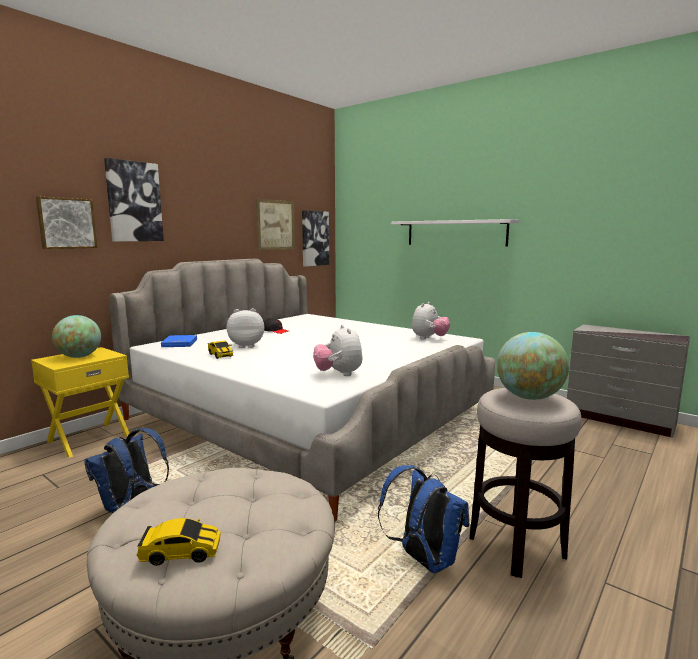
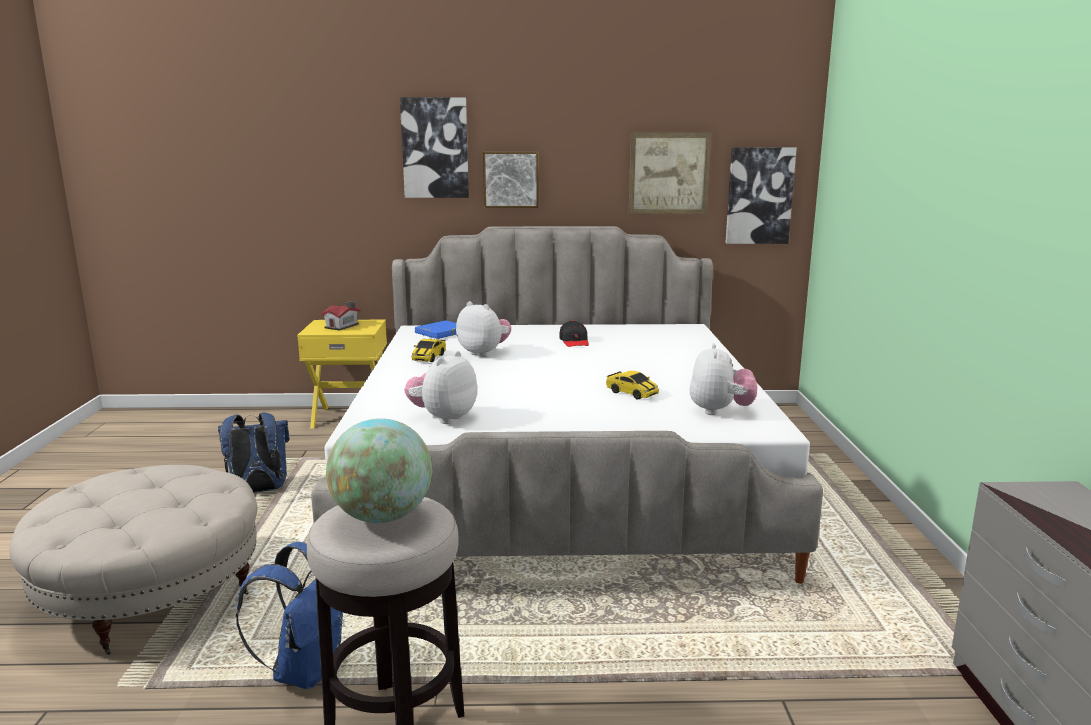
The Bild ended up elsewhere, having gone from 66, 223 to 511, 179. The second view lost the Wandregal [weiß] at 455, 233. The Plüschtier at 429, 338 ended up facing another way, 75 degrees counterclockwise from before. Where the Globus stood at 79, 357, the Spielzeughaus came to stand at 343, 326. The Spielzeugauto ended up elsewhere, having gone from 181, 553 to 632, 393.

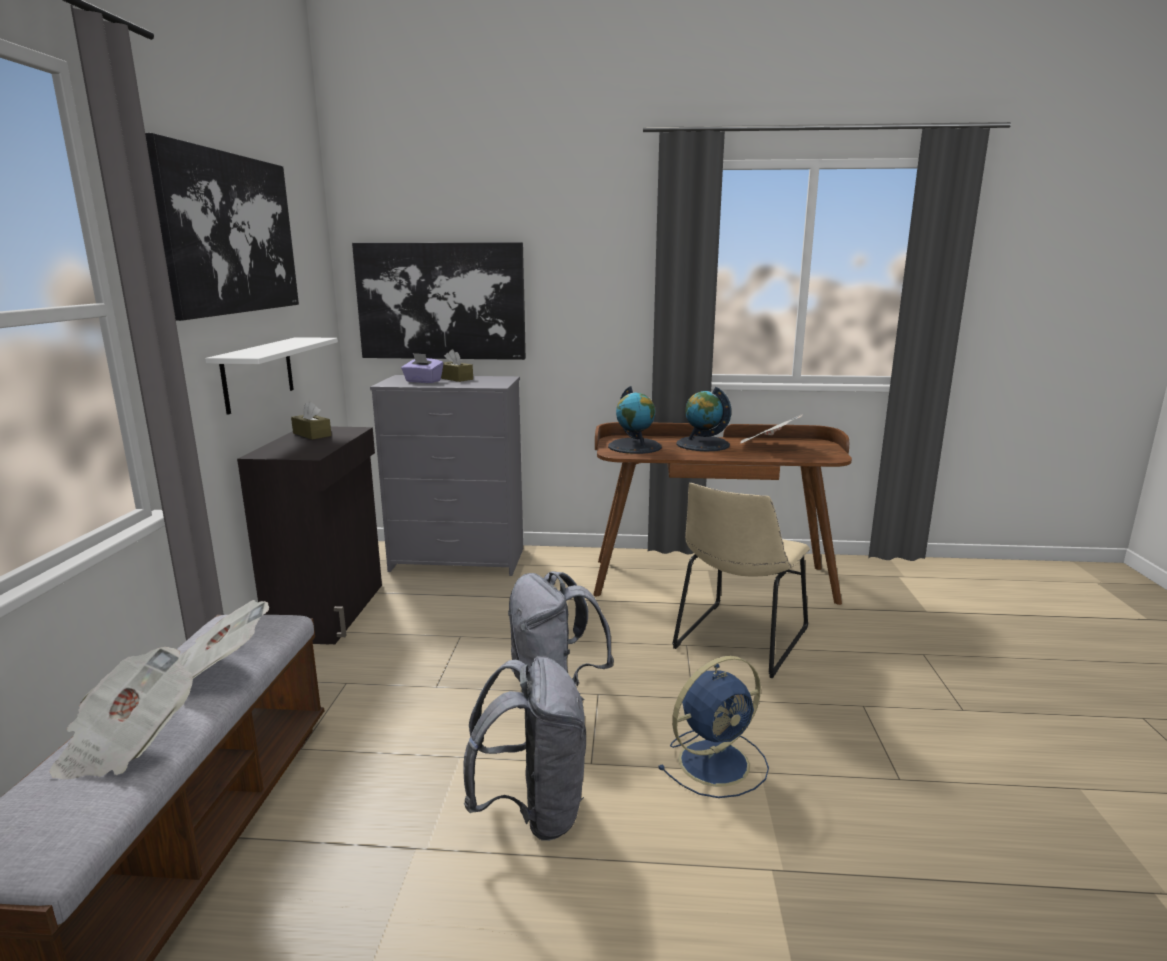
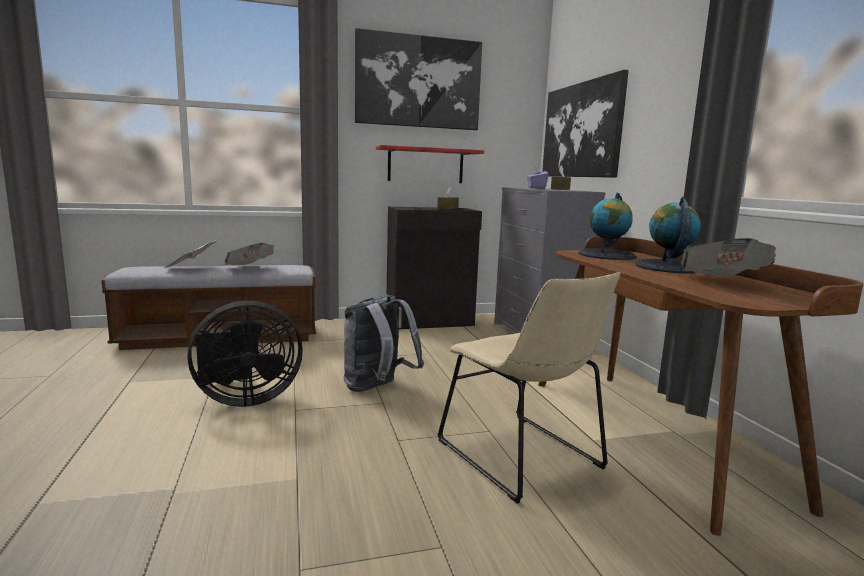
What was the Wandregal [weiß] at 258, 374 turned into the Wandregal [rot] at 425, 165. The Stuhl [beige] at 738, 641 ended up facing another way, 135 degrees counterclockwise from before. Where the Rucksack [grau] stood at 533, 810, the Ventilator [schwarz] came to stand at 244, 399. The second view lost the Ventilator [blau] at 716, 761.

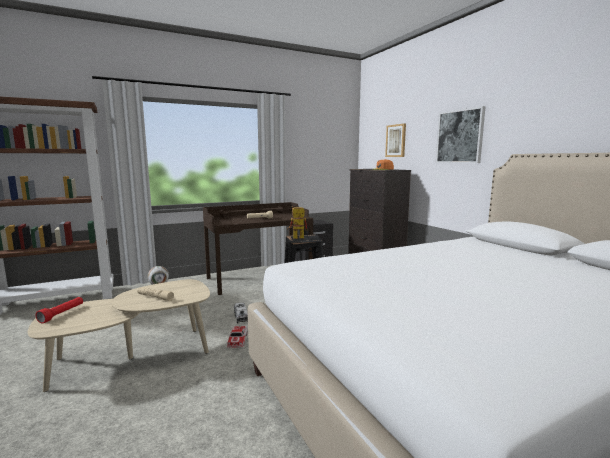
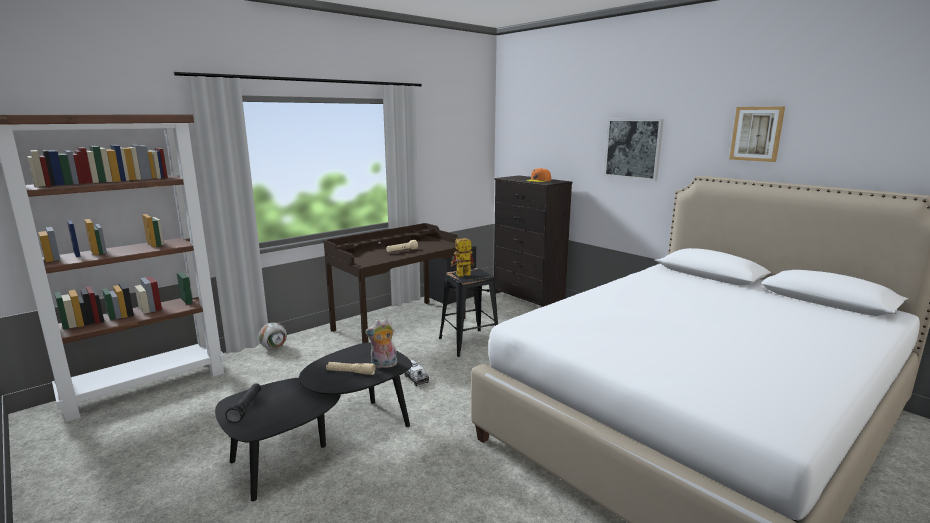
The Bild ended up elsewhere, having gone from 396, 140 to 756, 134. What was the Couchtisch [beige] at 133, 356 turned into the Couchtisch [schwarz] at 324, 444. What was the Taschenlampe [rot] at 62, 314 turned into the Taschenlampe [schwarz] at 246, 408. The second view lost the Spielzeugauto at 237, 340. The second view gained the Plüschtier at 383, 365.

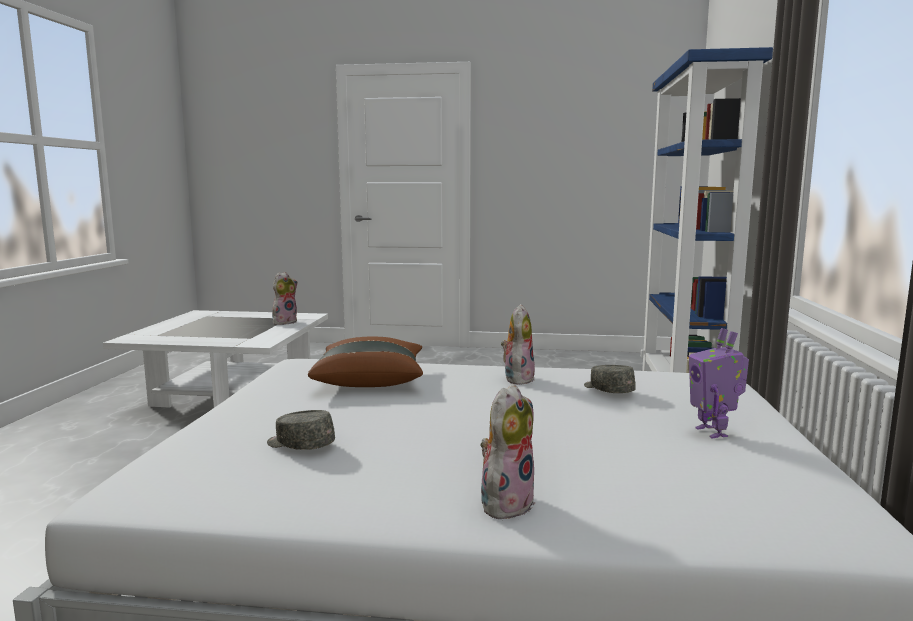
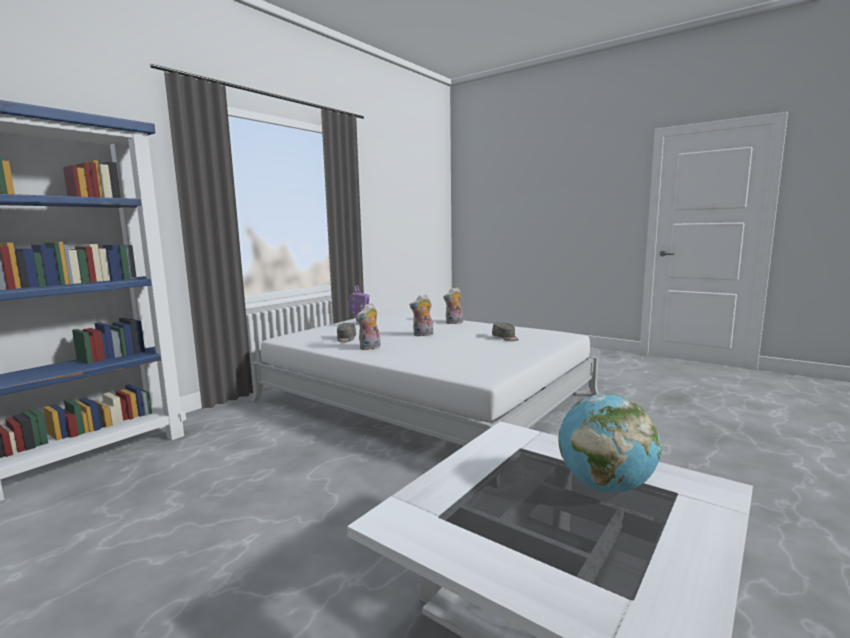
The Plüschtier ended up elsewhere, having gone from 284, 322 to 423, 335. The second view lost the Kissen [braun] at 370, 381. The second view gained the Globus at 605, 486.

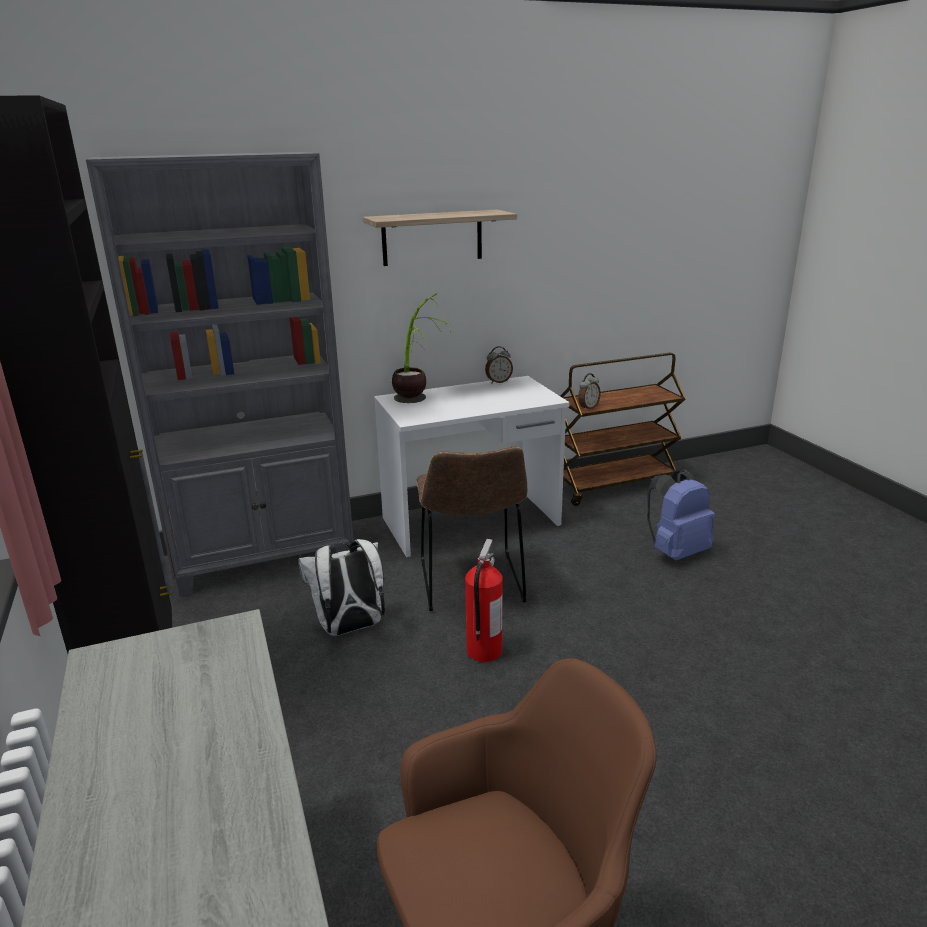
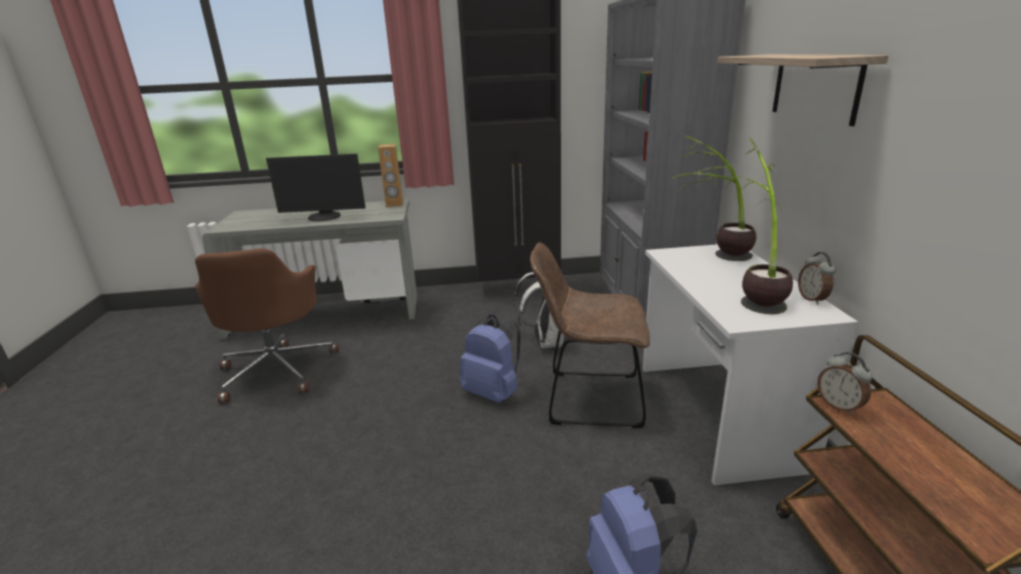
Where the Feuerlöscher stood at 483, 651, the Rucksack [blau] came to stand at 494, 392. The second view gained the Topfpflanze at 754, 293. The second view gained the Lautsprecher [braun] at 394, 204. The second view gained the Monitor at 324, 217.

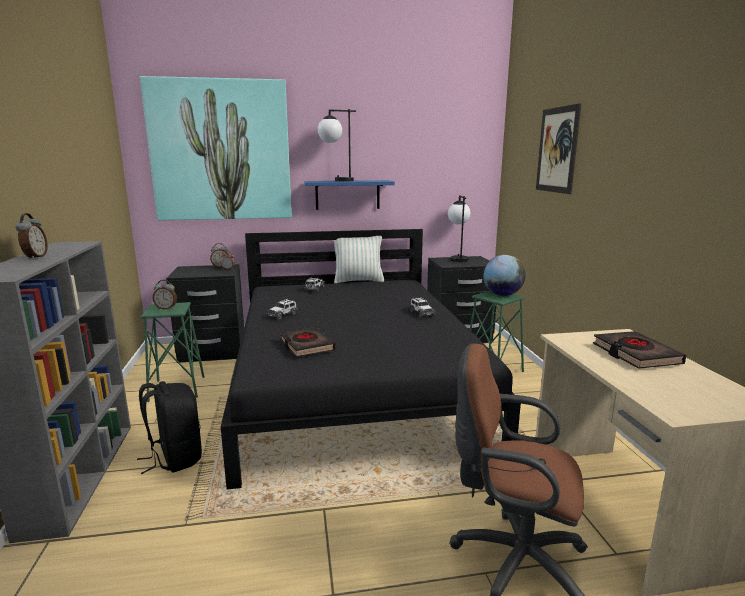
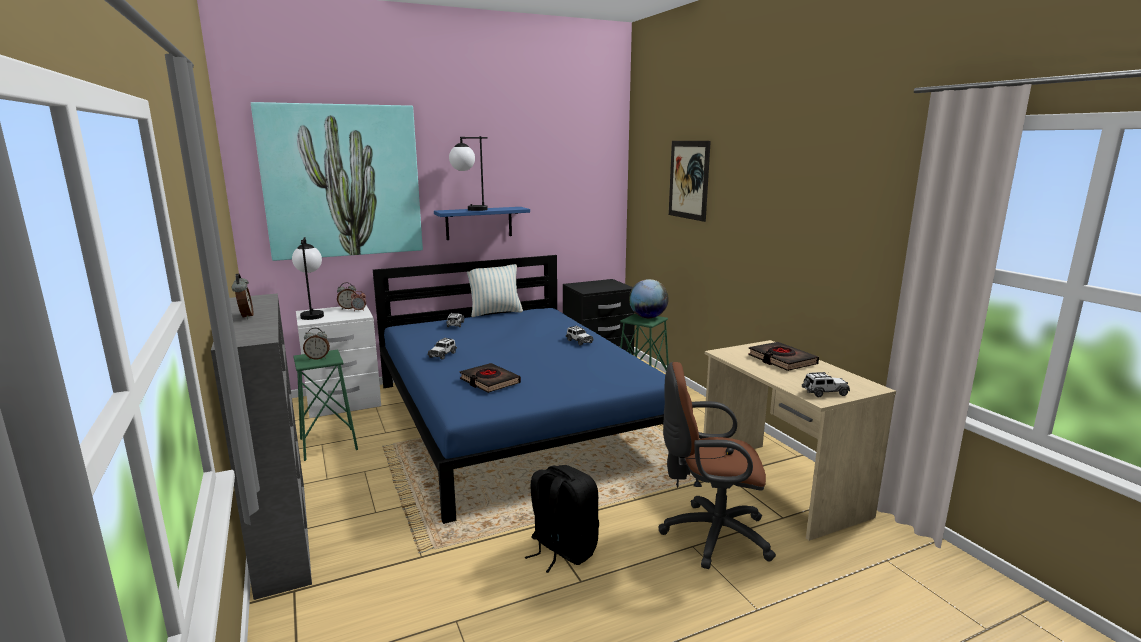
The Tischlampe ended up elsewhere, having gone from 457, 258 to 312, 314. What was the Bett [schwarz] at 353, 385 turned into the Bett [blau] at 515, 419. What was the Nachttisch [schwarz] at 212, 352 turned into the Nachttisch [weiß] at 343, 403. The Rucksack [schwarz] ended up elsewhere, having gone from 175, 458 to 562, 550. The second view gained the Spielzeugauto at 824, 392.

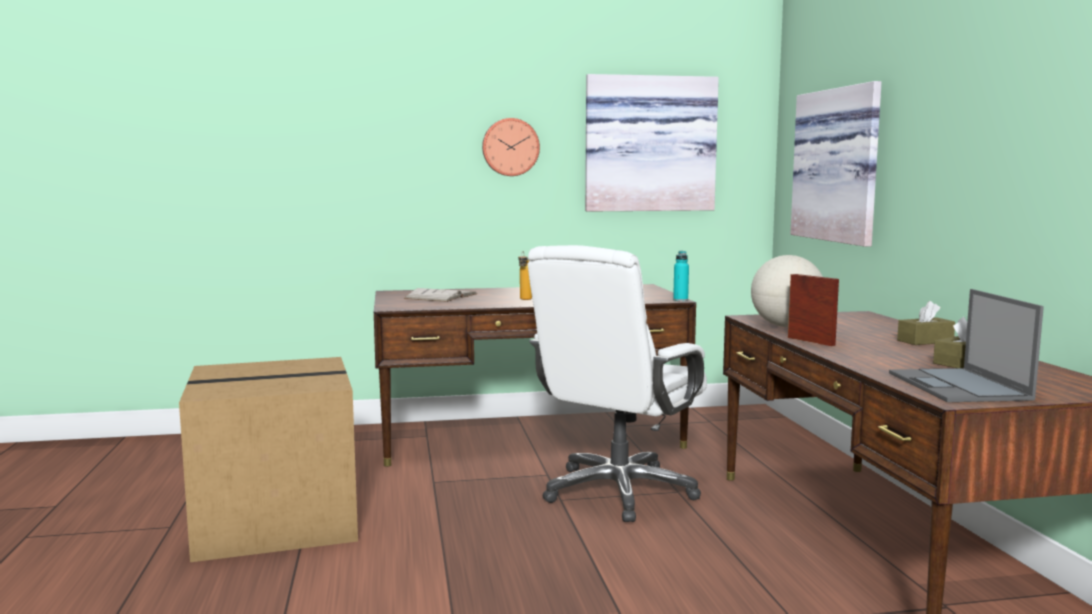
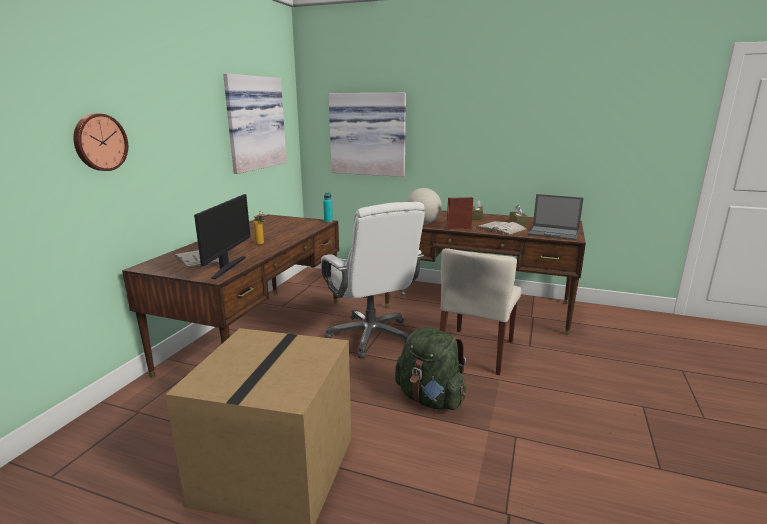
The Wanduhr ended up elsewhere, having gone from 510, 147 to 99, 142. The second view gained the Monitor at 227, 267. The second view gained the Buch [weiß] at 501, 228. The second view gained the Stuhl [beige] at 476, 351. The second view gained the Rucksack [grün] at 430, 399.

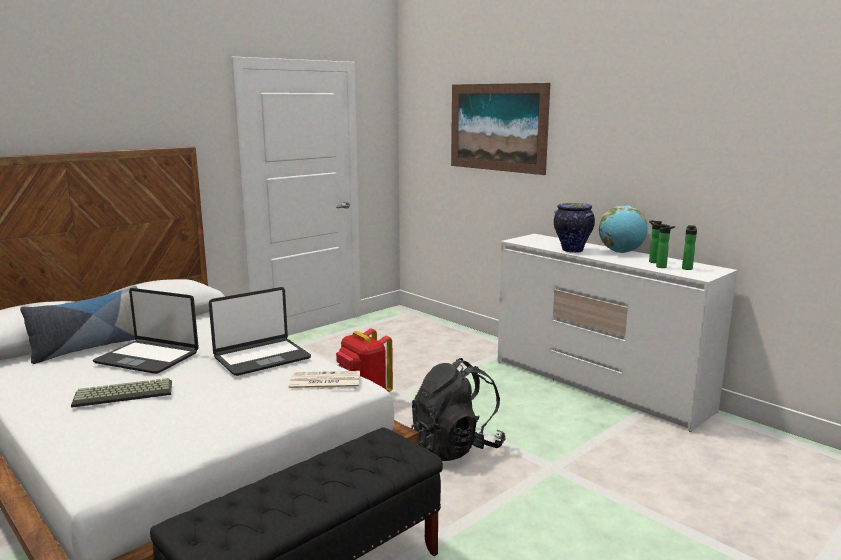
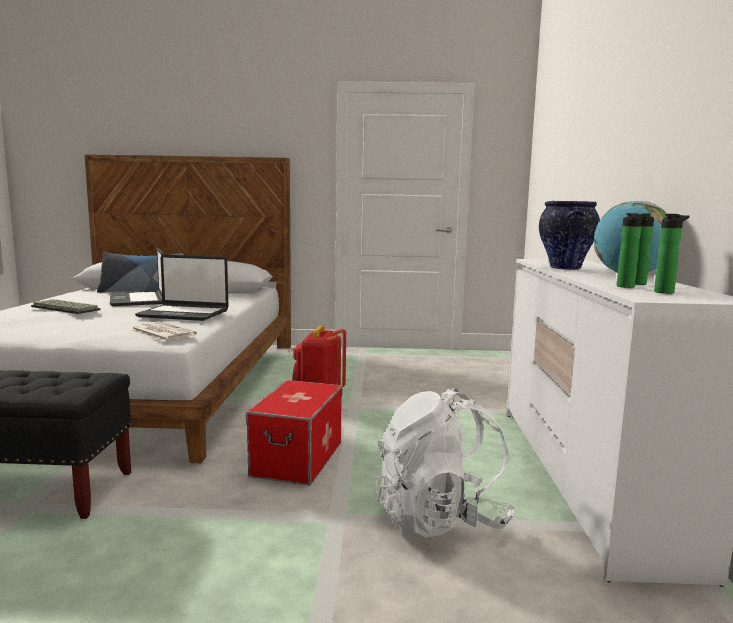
The second view lost the Bild at 497, 127. Where the Rucksack [schwarz] stood at 456, 447, the Aufbewahrungsbox came to stand at 298, 459. The second view gained the Rucksack [weiß] at 440, 519.

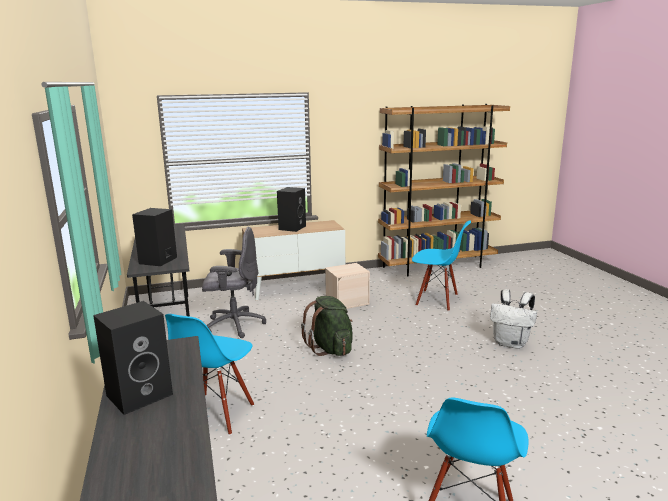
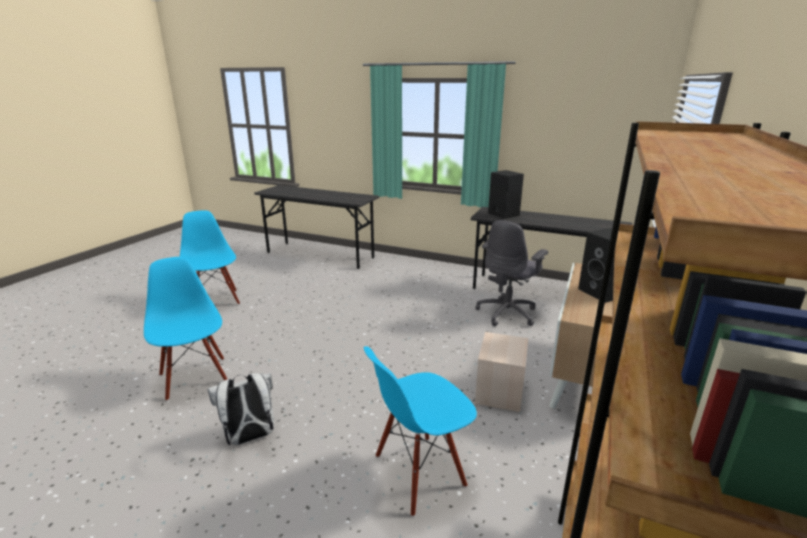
The second view lost the Rucksack [grün] at 330, 349. The second view lost the Lautsprecher [schwarz] at 140, 394. The Stuhl [blau] ended up elsewhere, having gone from 215, 413 to 195, 378.

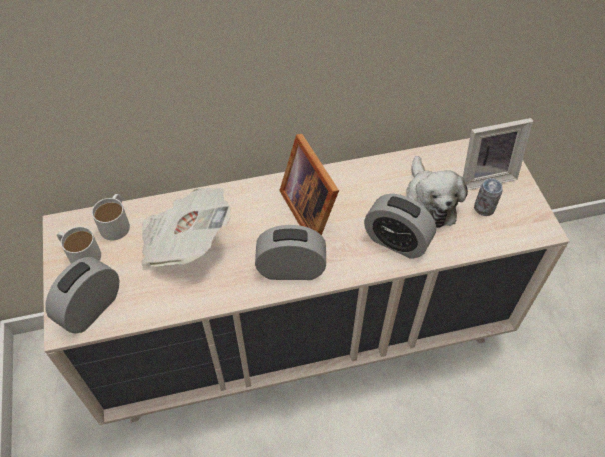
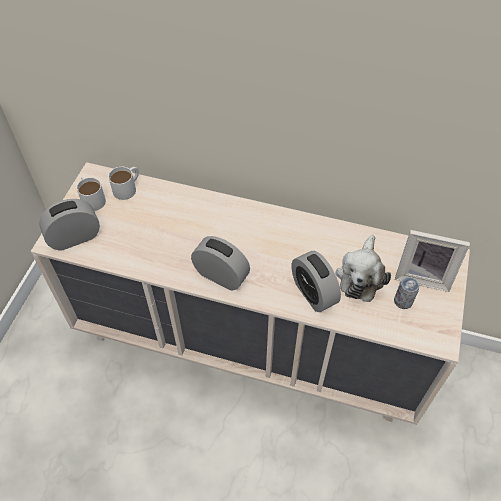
The second view lost the Bilderrahmen at 311, 209. The second view lost the Zeitung at 185, 241.

